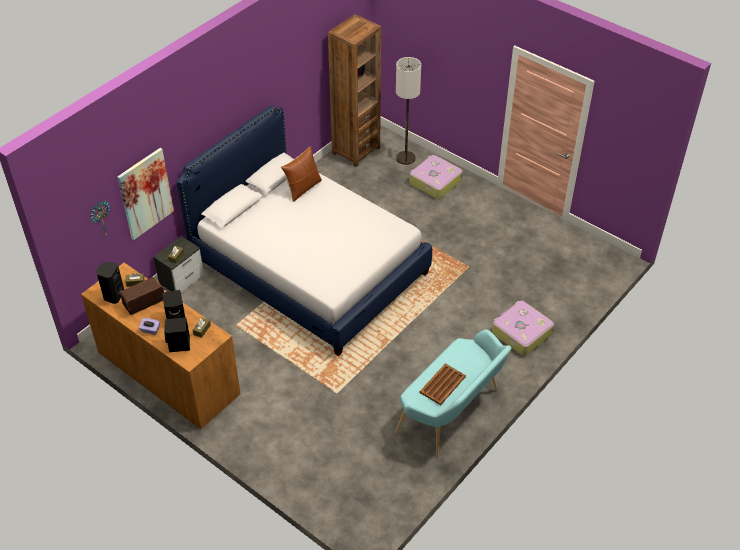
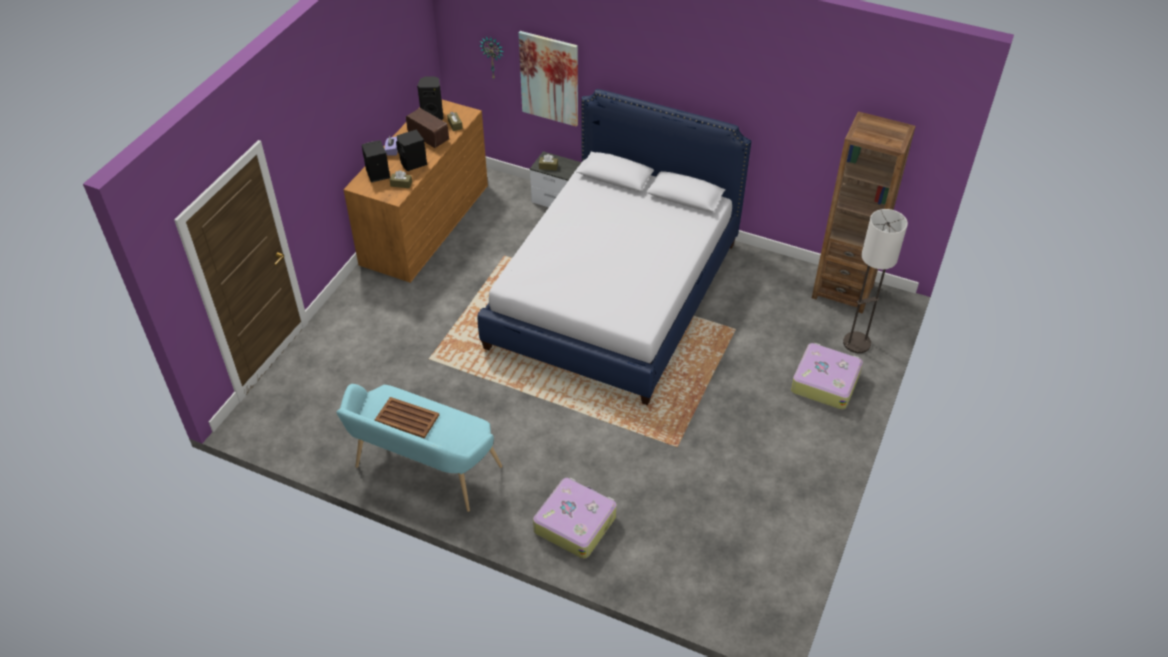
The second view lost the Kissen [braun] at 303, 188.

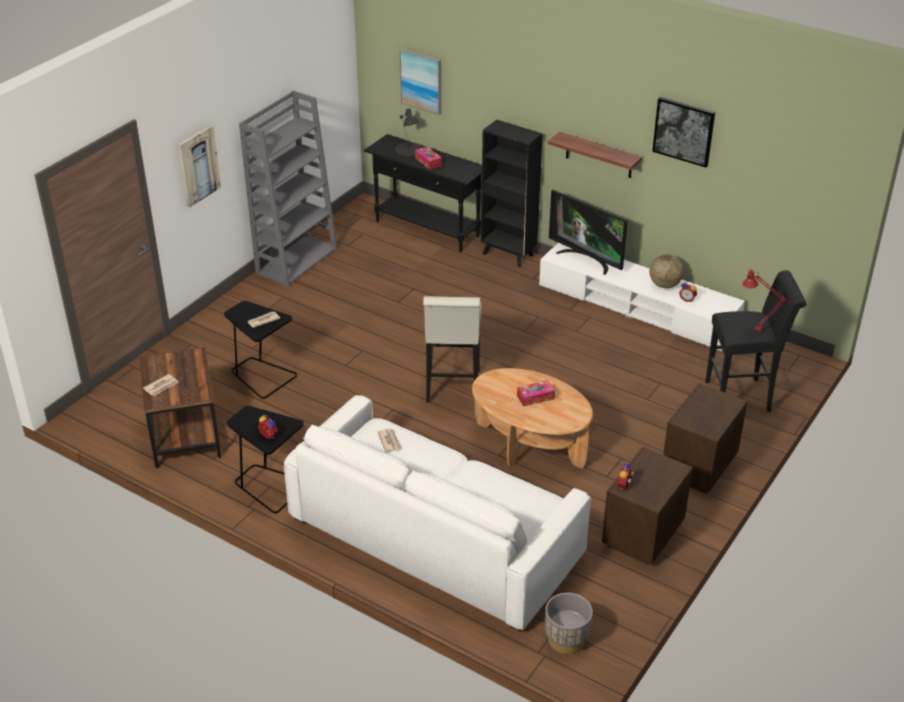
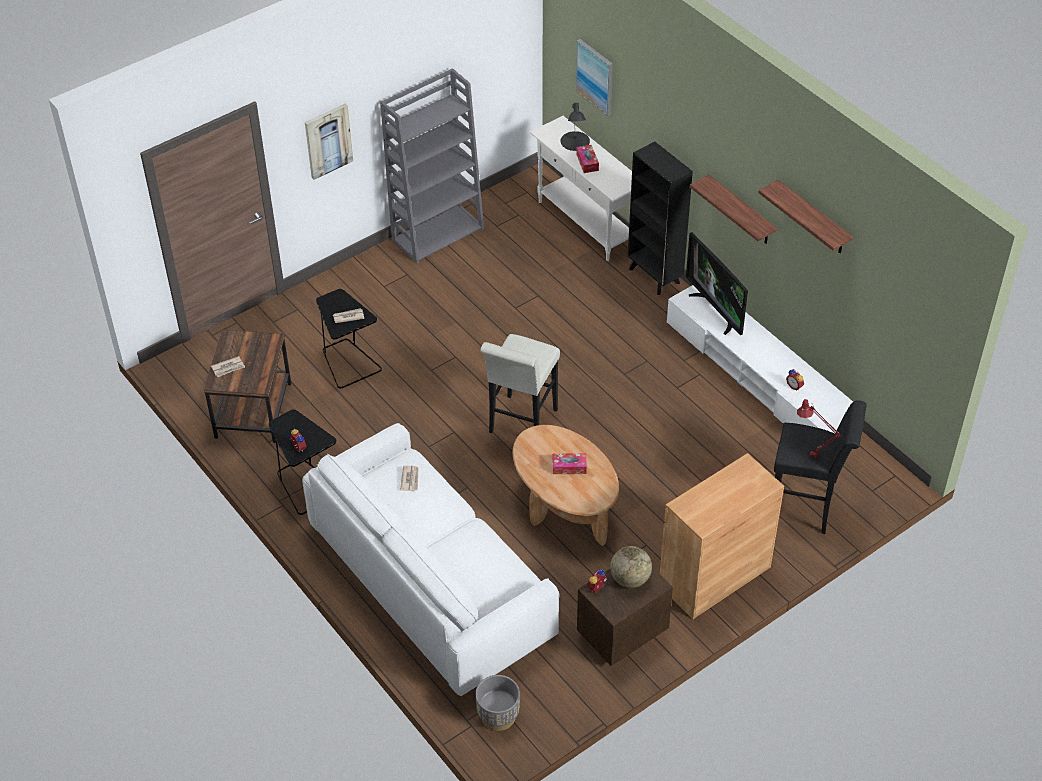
Where the Bild hung at 684, 131, the Wandregal came to hang at 813, 218. What was the Konsolentisch [schwarz] at 427, 229 turned into the Konsolentisch [weiß] at 586, 224. The Globus ended up elsewhere, having gone from 664, 285 to 630, 579. Where the Nachttisch [braun] stood at 697, 468, the Schrank [braun] came to stand at 714, 576.

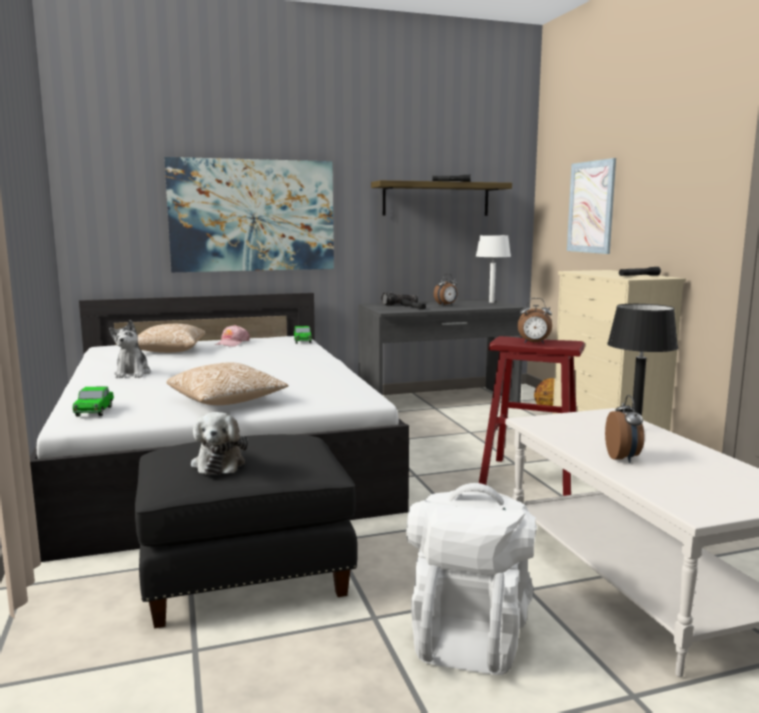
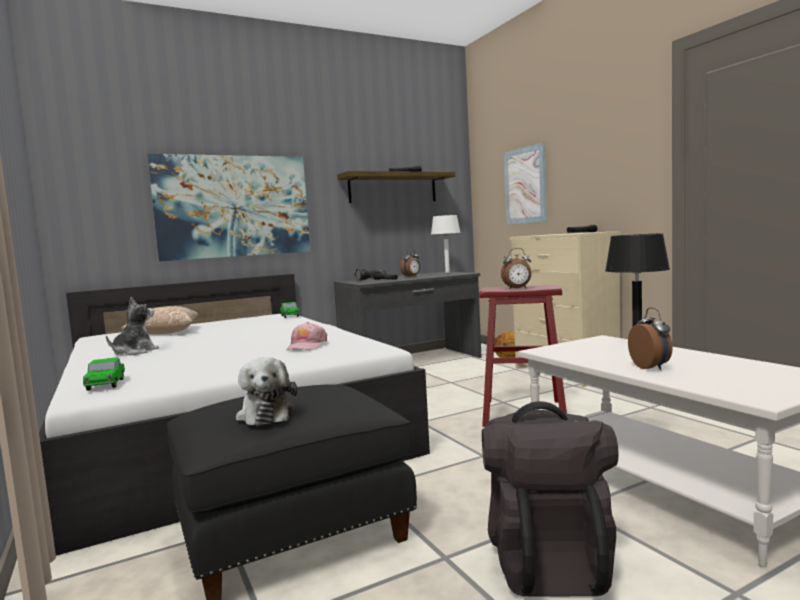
The Plüschtier at 132, 374 ended up facing another way, 135 degrees counterclockwise from before. The Kappe [rosa] ended up elsewhere, having gone from 232, 343 to 306, 346. The second view lost the Kissen at 226, 402. What was the Rucksack [weiß] at 469, 635 turned into the Rucksack [schwarz] at 547, 559.

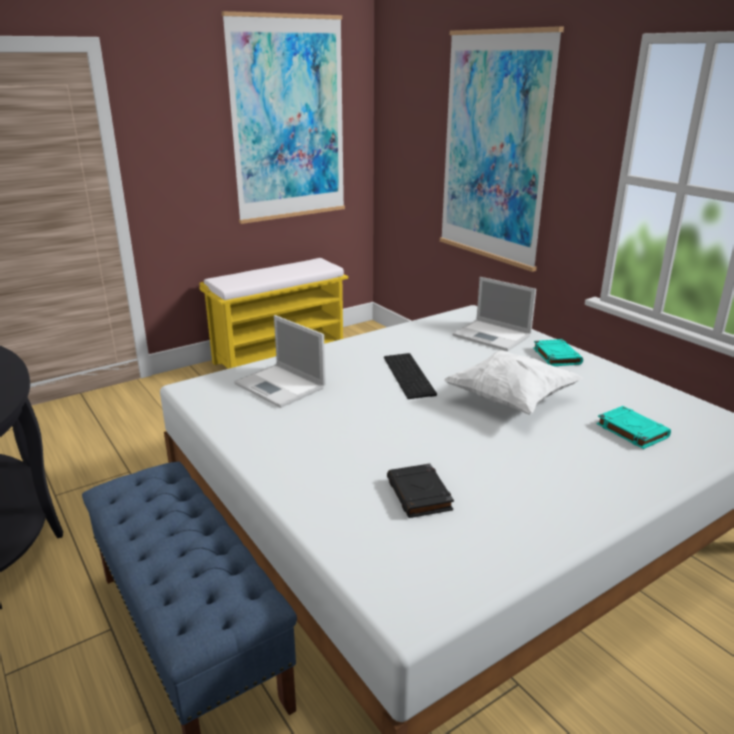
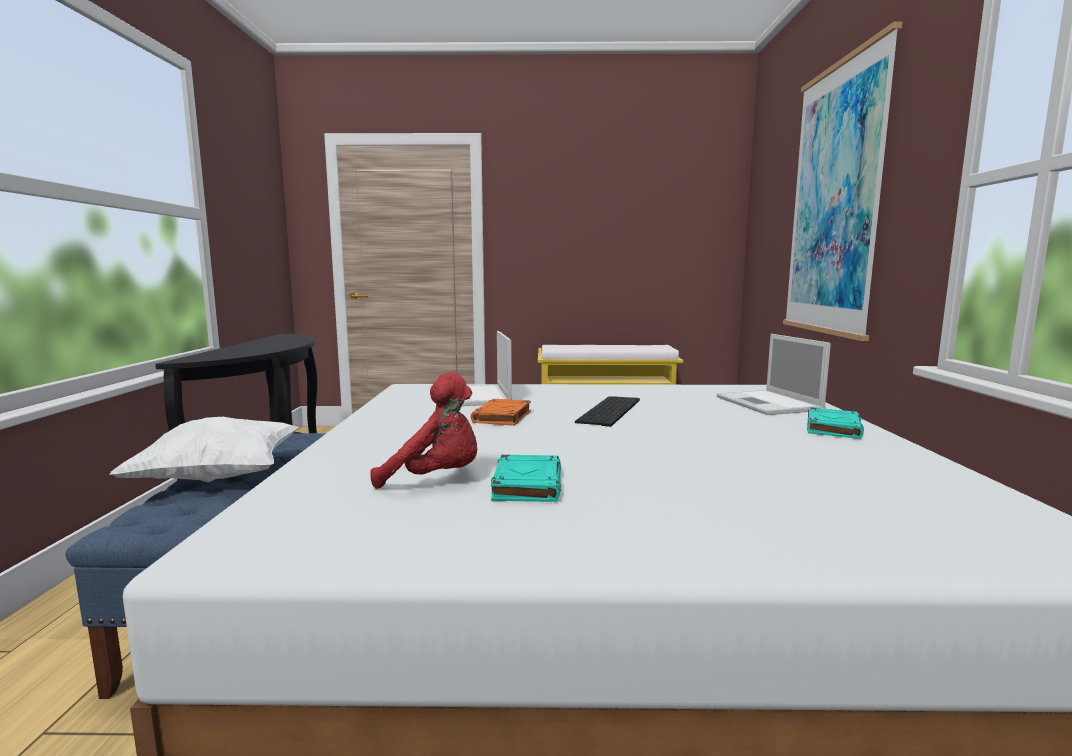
The second view lost the Bild at 288, 120. The Kissen [weiß] ended up elsewhere, having gone from 510, 400 to 219, 477. The Buch [türkis] ended up elsewhere, having gone from 631, 430 to 527, 484. Where the Buch [schwarz] stood at 419, 495, the Plüschtier [rot] came to stand at 436, 479. The second view gained the Buch [orange] at 502, 417.

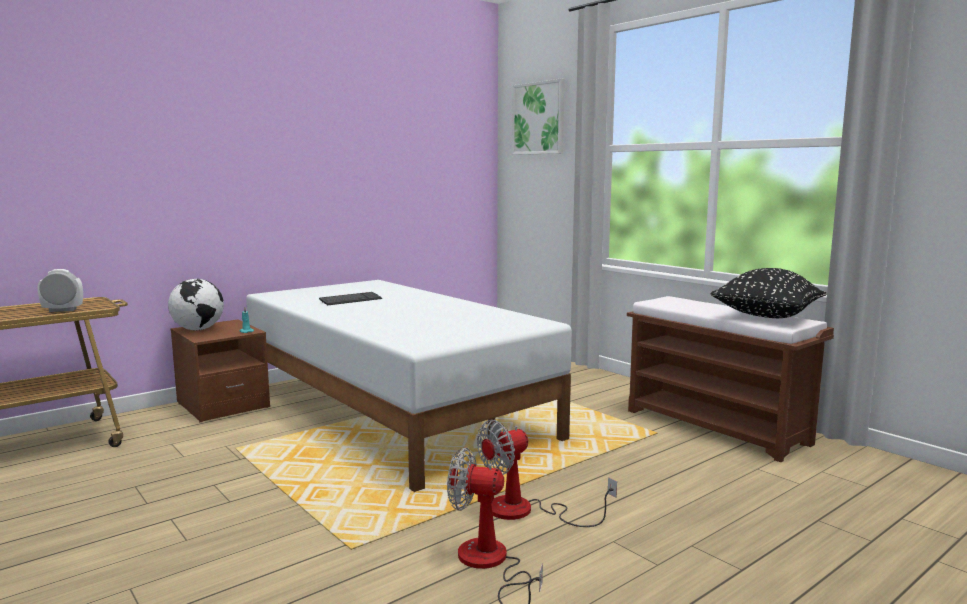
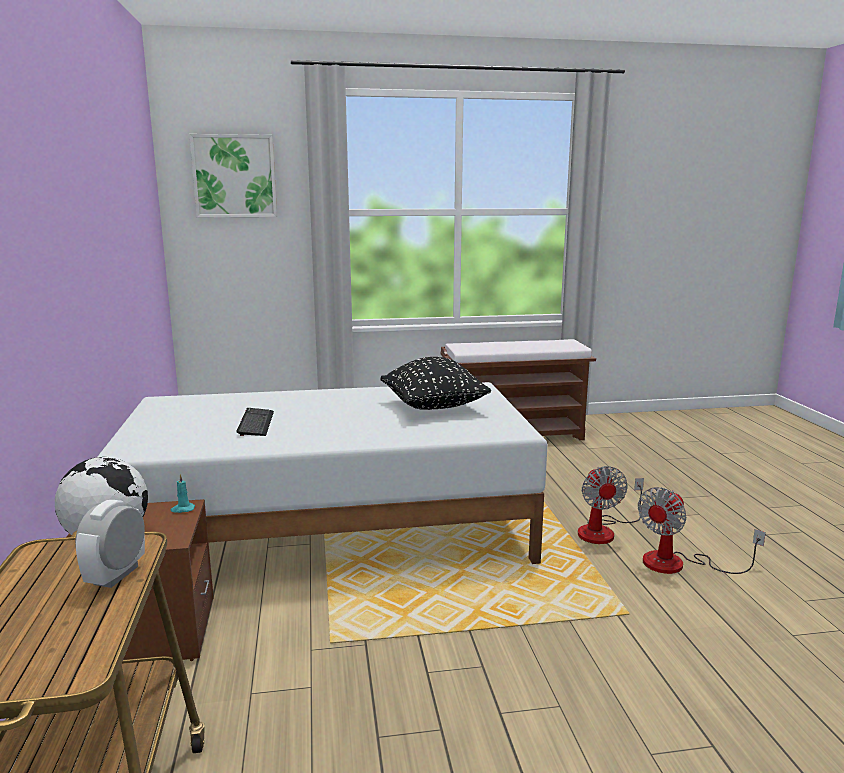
The Kissen [schwarz] ended up elsewhere, having gone from 766, 317 to 433, 408.

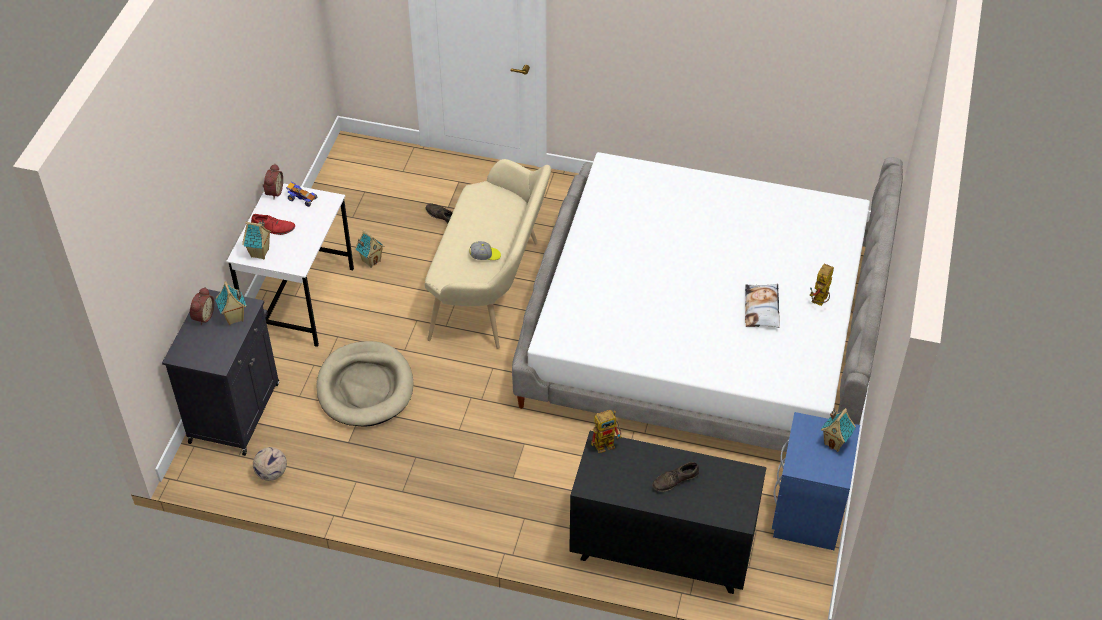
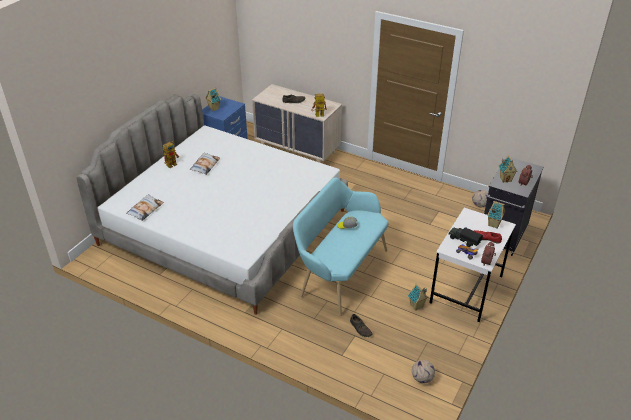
What was the Bank [beige] at 492, 290 turned into the Bank [türkis] at 340, 272. The second view lost the Hundebett [beige] at 365, 387. What was the Kommode [schwarz] at 661, 550 turned into the Kommode [beige] at 298, 150. The second view gained the Kissen at 145, 210. The second view gained the Spielzeuglaster at 463, 240. The second view gained the Fußball at 422, 378.

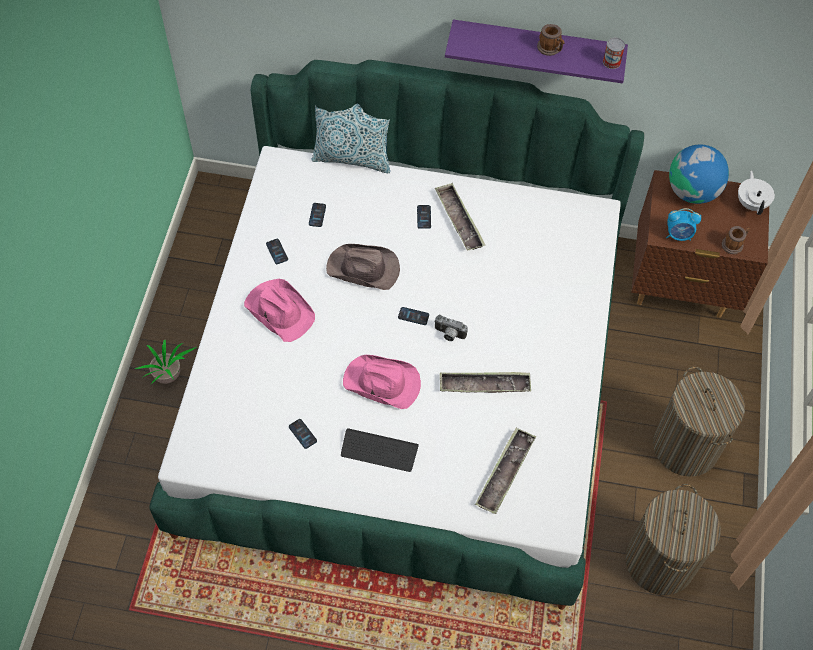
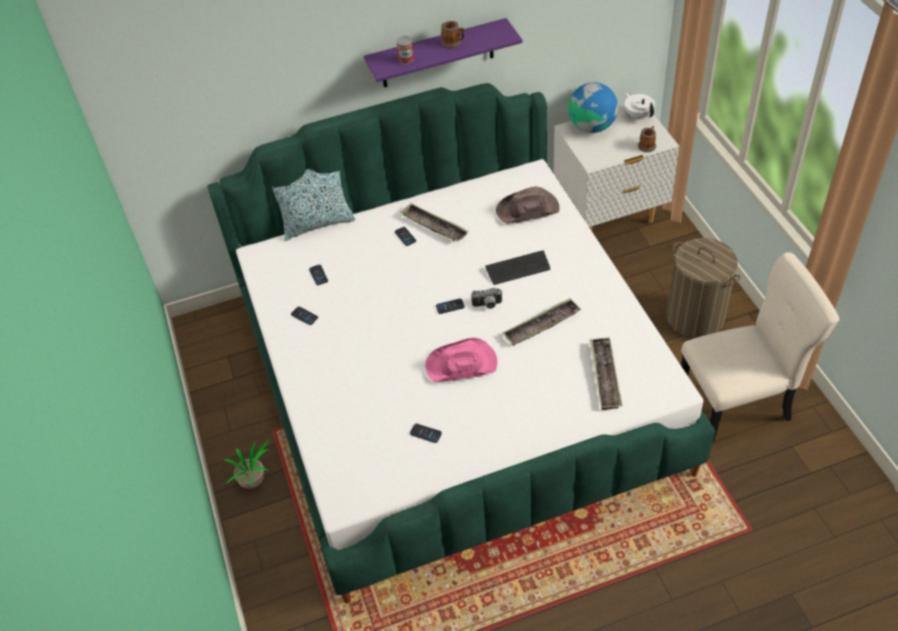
The Dose ended up elsewhere, having gone from 611, 62 to 406, 59. What was the Nachttisch [braun] at 680, 287 turned into the Nachttisch [weiß] at 609, 216. The second view lost the Wecker at 678, 235. The Hut [braun] ended up elsewhere, having gone from 364, 269 to 528, 210. The second view lost the Hut [rosa] at 279, 310. The Tastatur ended up elsewhere, having gone from 379, 451 to 518, 269. Where the Wäschekorb stood at 660, 562, the Stuhl [beige] came to stand at 738, 403.

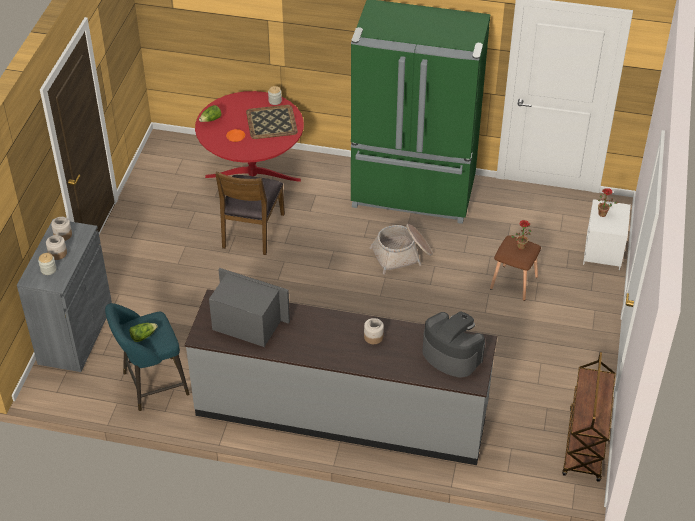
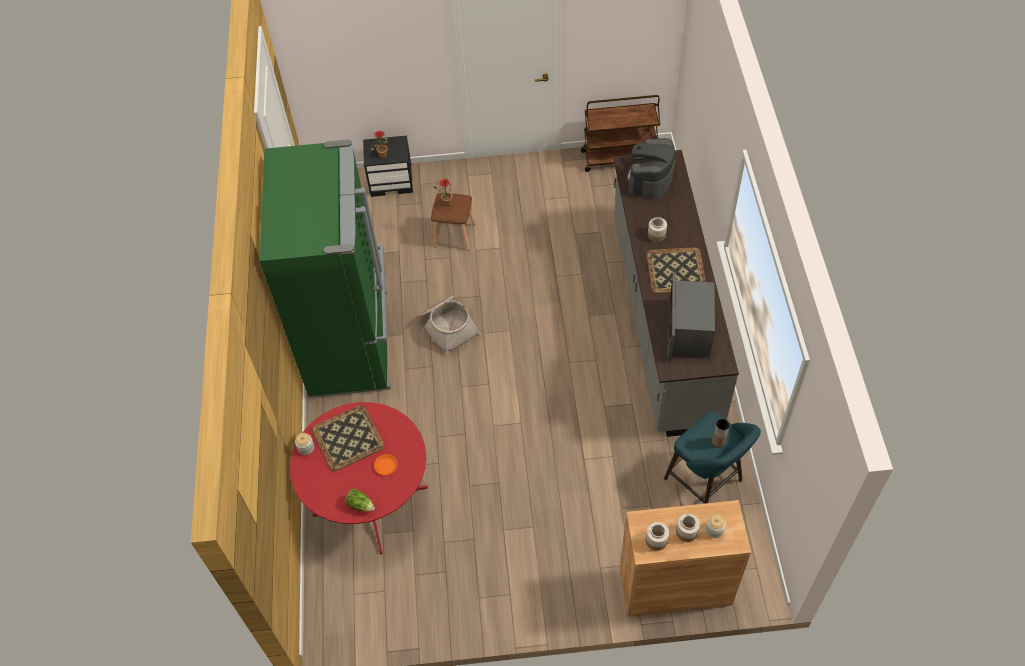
The second view lost the Stuhl [braun] at 252, 230. What was the Nachttisch [weiß] at 603, 252 turned into the Nachttisch [schwarz] at 392, 181. What was the Schrank [grau] at 75, 334 turned into the Schrank [braun] at 675, 586. Where the Salatkopf stood at 143, 336, the Vase [braun] came to stand at 718, 442. The second view gained the Tablett at 675, 271.

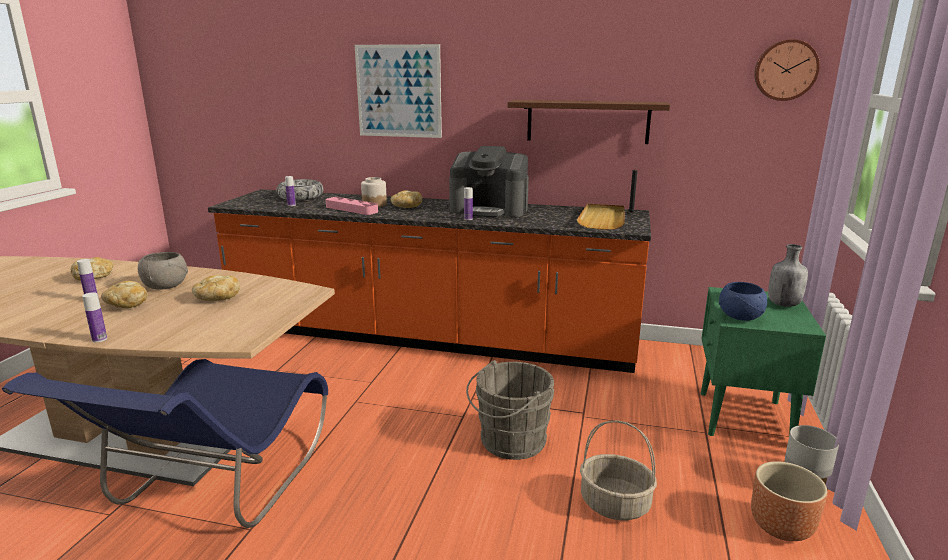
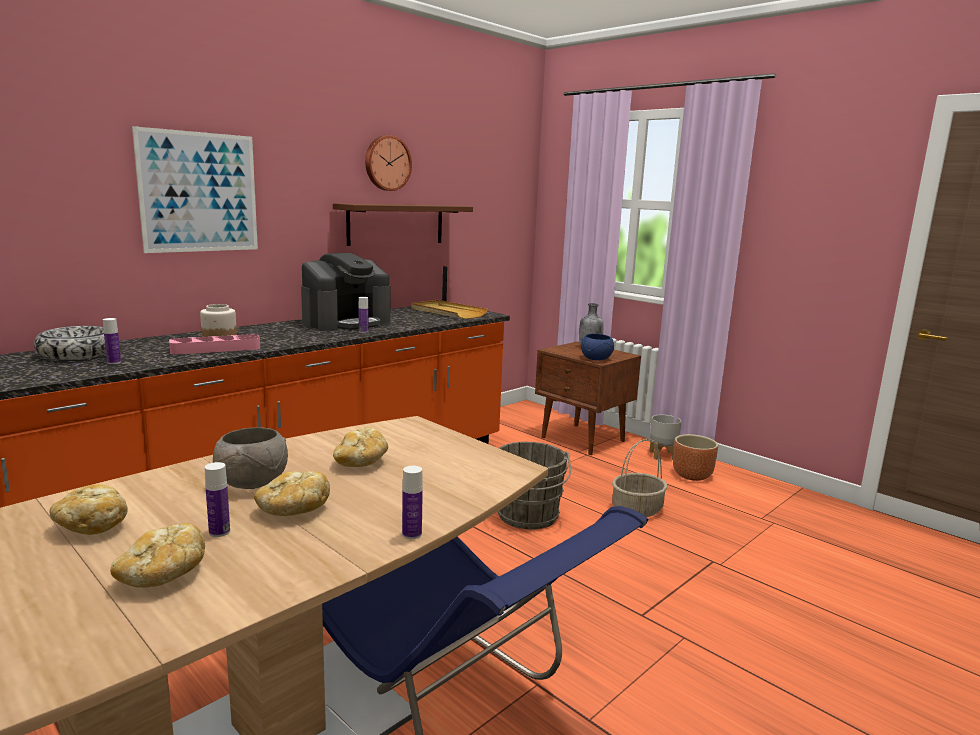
The Wanduhr ended up elsewhere, having gone from 785, 70 to 387, 163. The Brot ended up elsewhere, having gone from 406, 207 to 162, 576. What was the Nachttisch [grün] at 743, 418 turned into the Nachttisch [braun] at 583, 439.

